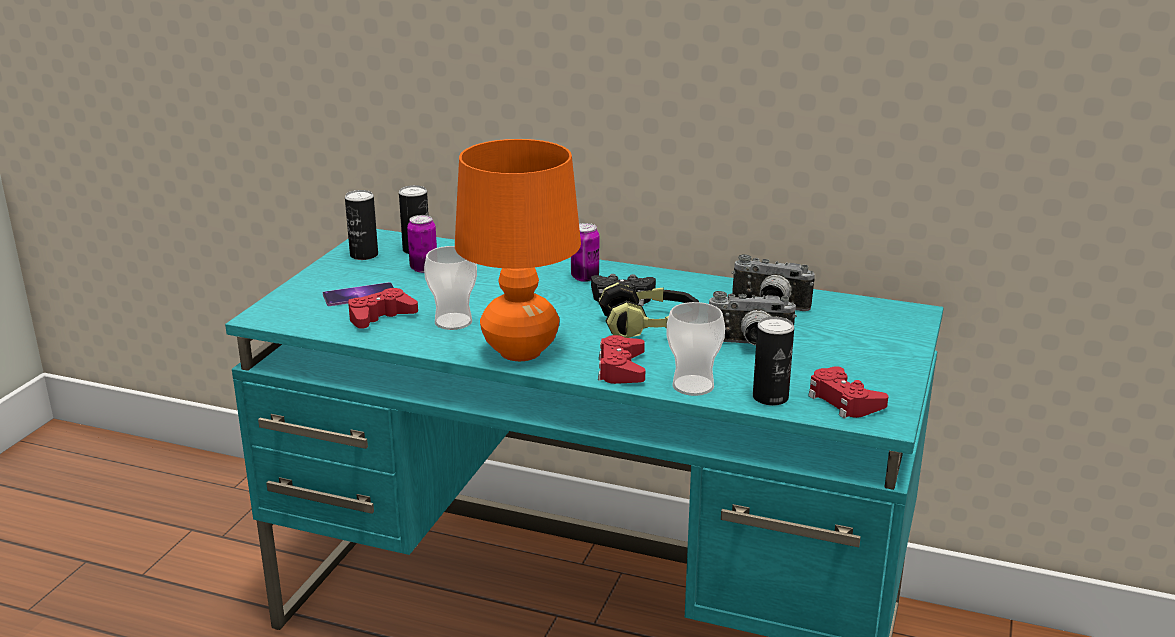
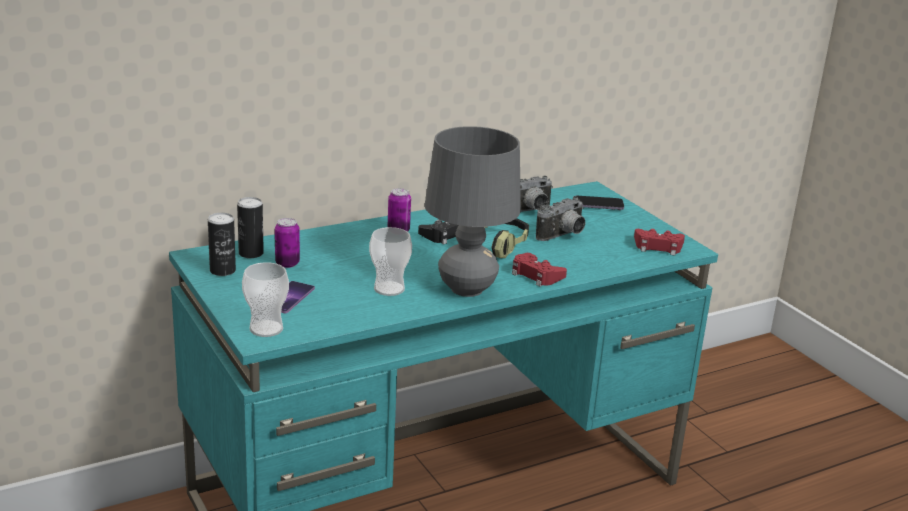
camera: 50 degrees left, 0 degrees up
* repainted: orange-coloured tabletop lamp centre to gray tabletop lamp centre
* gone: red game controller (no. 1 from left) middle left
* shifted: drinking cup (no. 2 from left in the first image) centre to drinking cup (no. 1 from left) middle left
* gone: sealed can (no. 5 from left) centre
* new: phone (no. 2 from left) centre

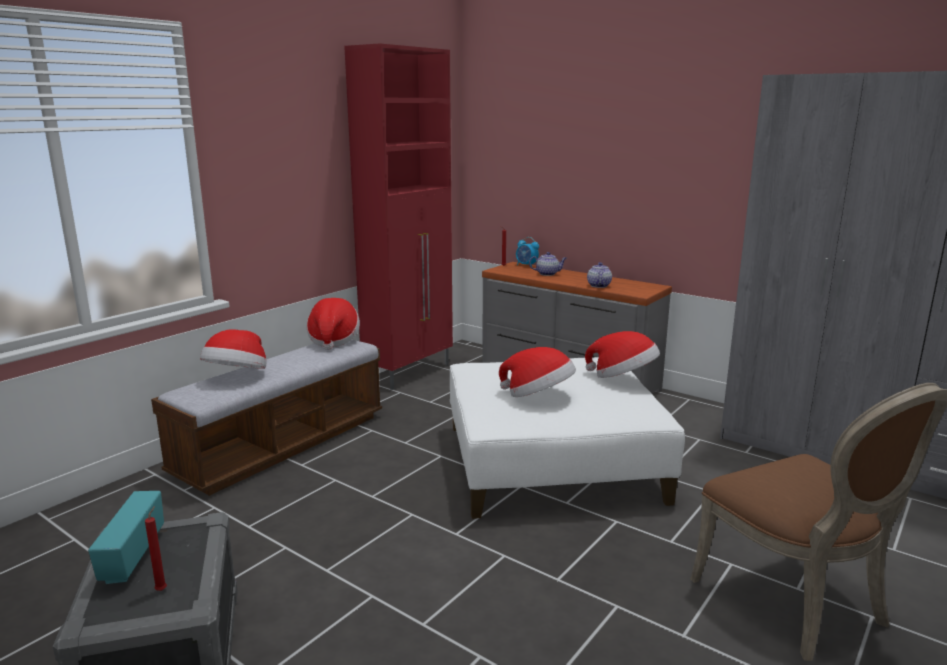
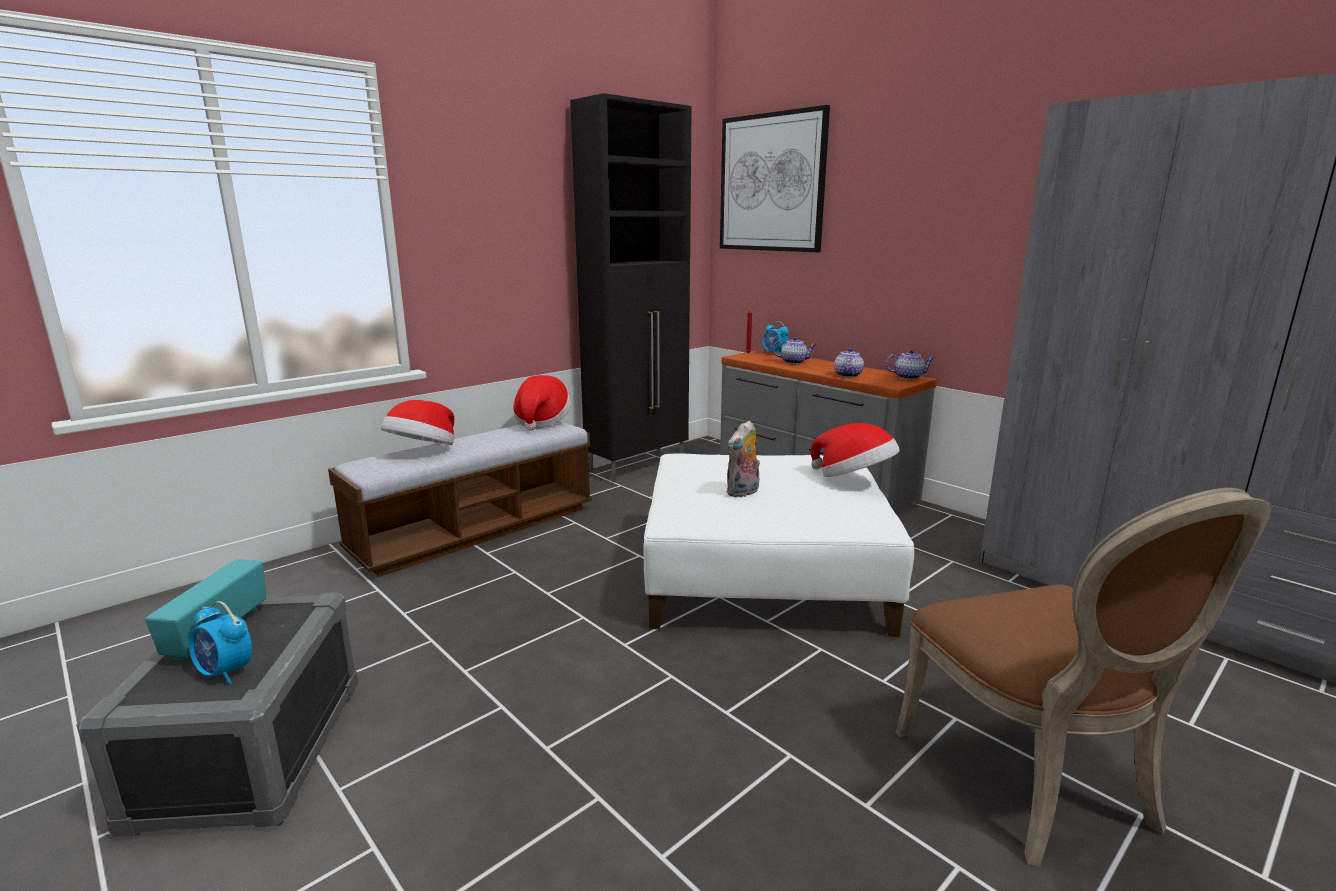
camera: 10 degrees right, 0 degrees up
* repainted: red cabinet top centre to blackish cabinet top centre
* swapped: wearable hat (no. 3 from left) centre to soft toy centre
* swapped: red candle (no. 1 from left) bottom left to bedside clock (no. 1 from left) bottom left
* new: wall picture top centre
* new: teapot (no. 3 from left) middle right

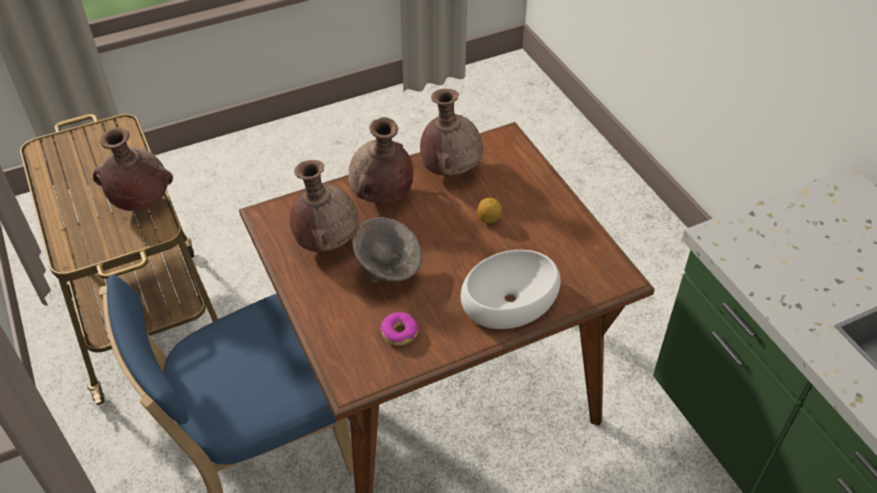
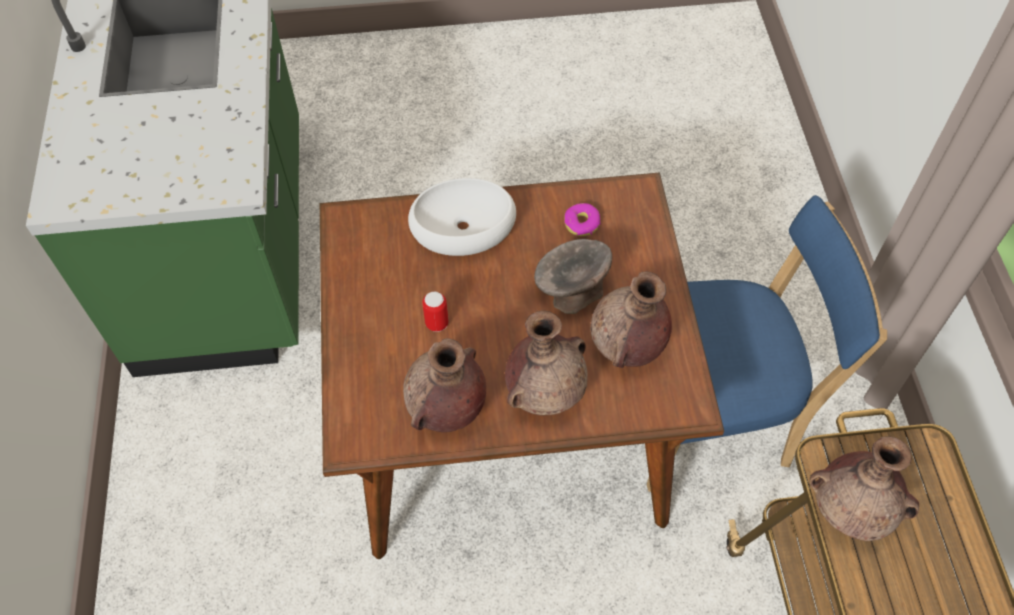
camera: 160 degrees left, 10 degrees up
* swapped: citrus fruit centre to sealed can centre

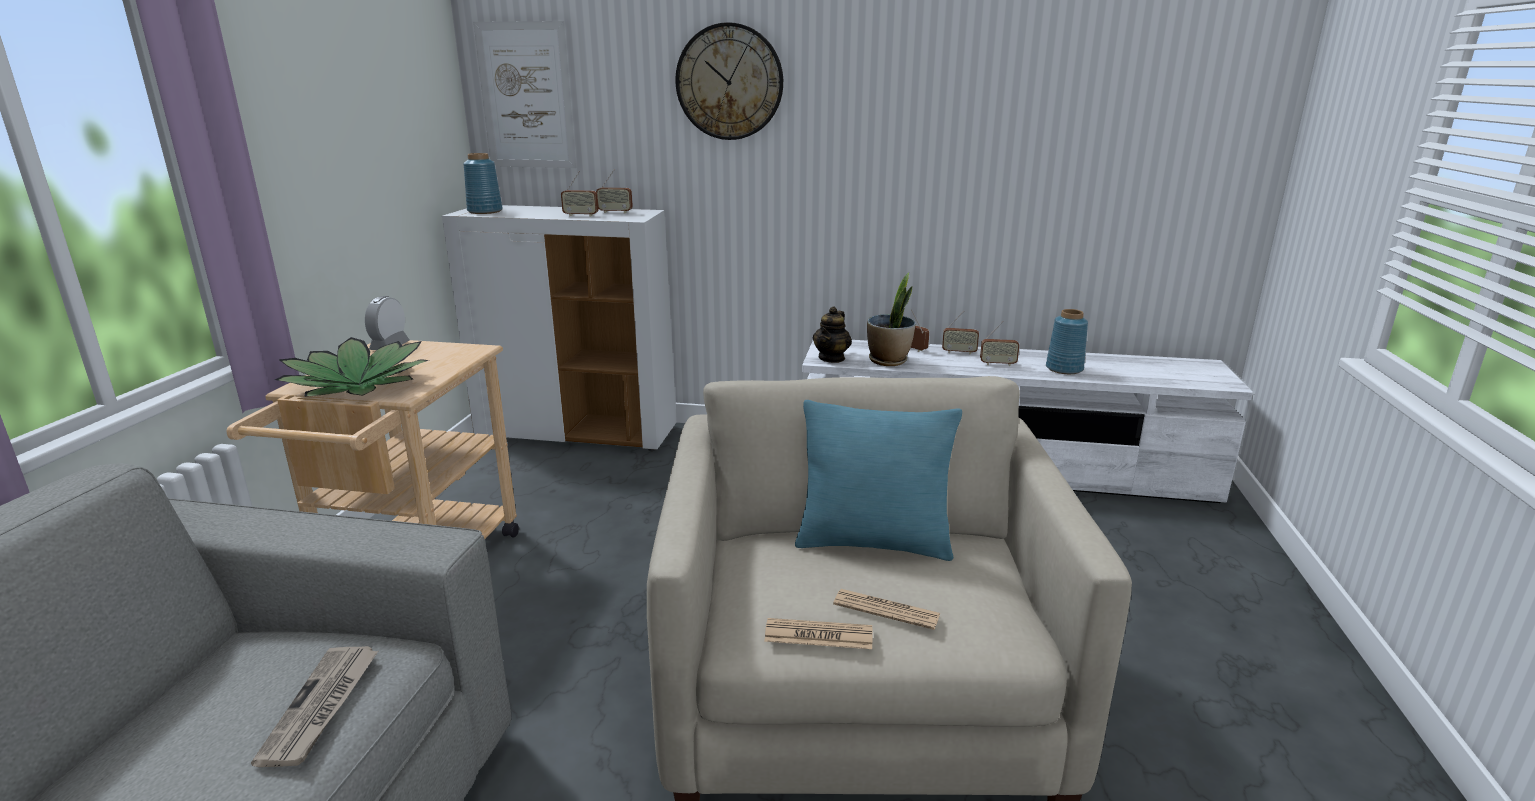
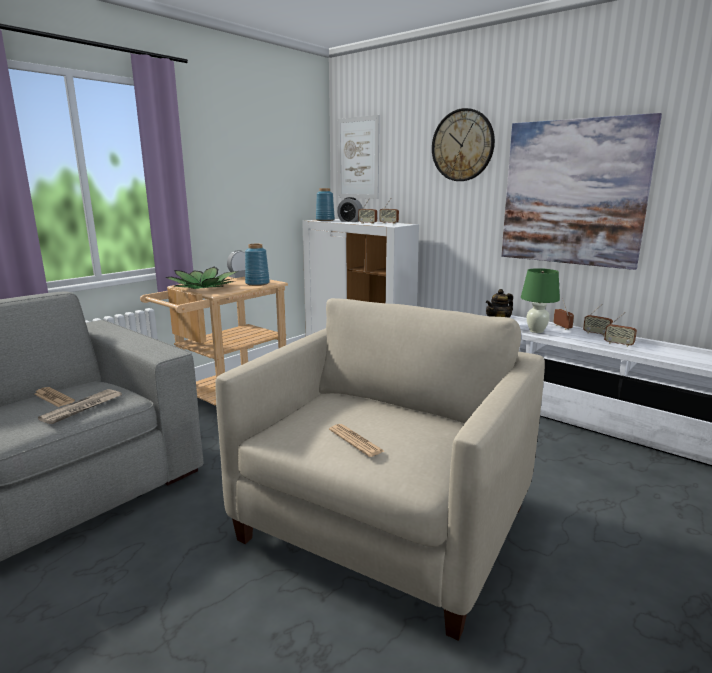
camera: 30 degrees right, 5 degrees down
* swapped: plant in a pot (no. 2 from left) centre to green tabletop lamp middle right
* shifted: bluish flower vase (no. 2 from left in the first image) middle right to bluish flower vase (no. 1 from left) centre
* gone: turquoise cushion centre
* shifted: daily paper (no. 2 from left in the first image) bottom centre to daily paper (no. 1 from left) middle left
* new: wall picture (no. 2 from left) top right
* new: bedside clock (no. 2 from left) top centre

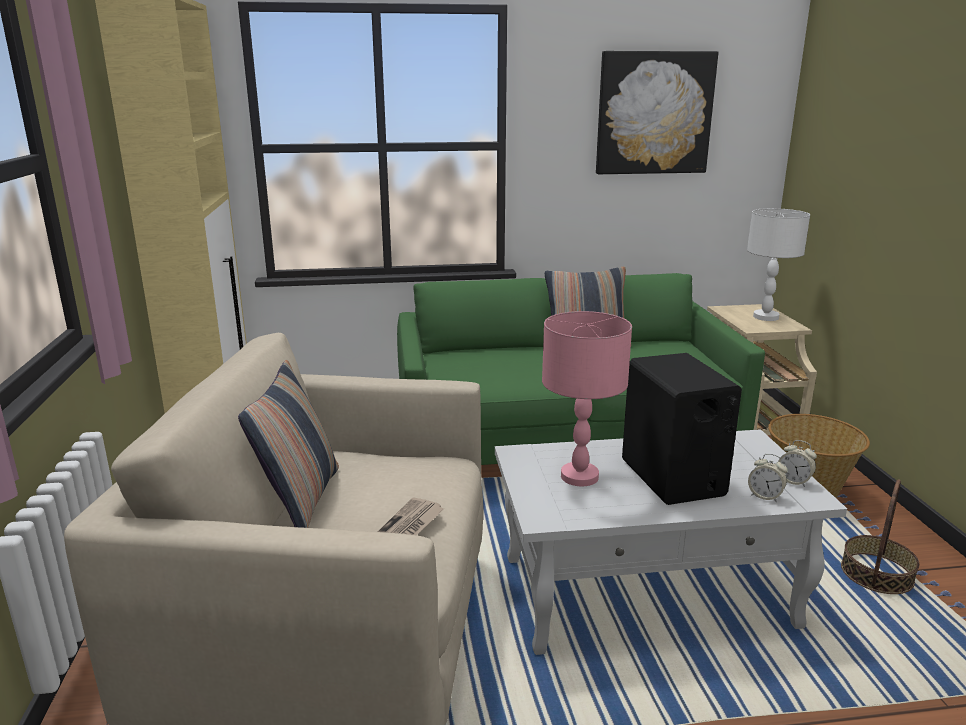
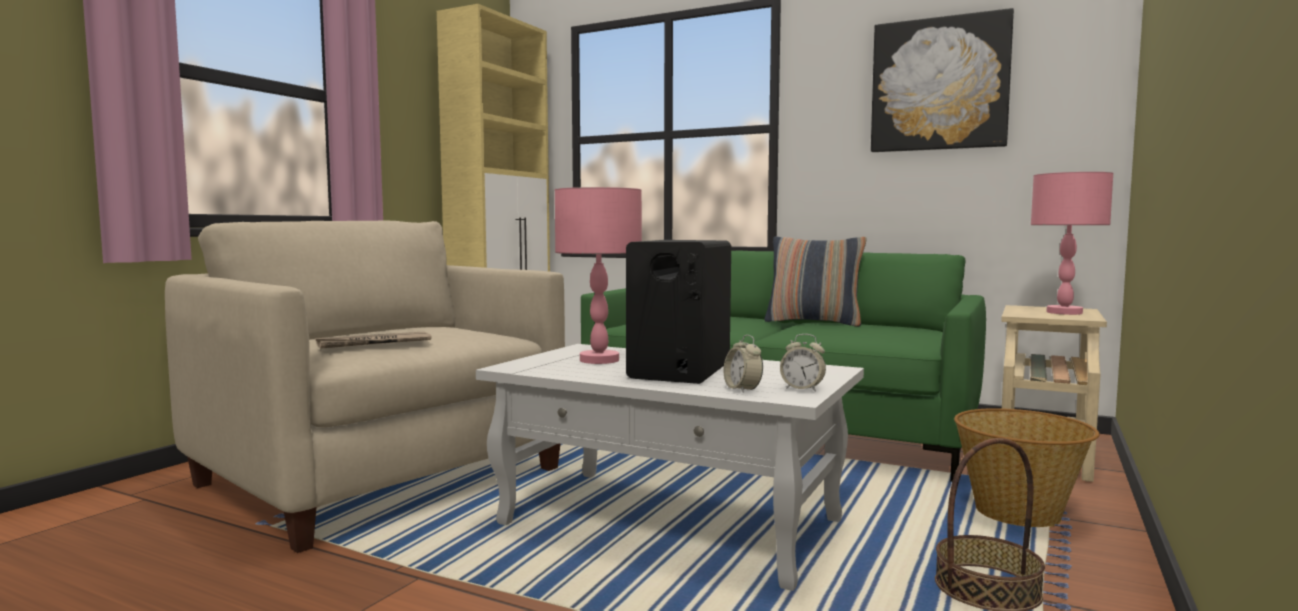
camera: 35 degrees right, 15 degrees down
* repainted: whitish tabletop lamp middle right to pink tabletop lamp (no. 2 from left) middle right
* gone: cushion (no. 1 from left) middle left
* rotated: bedside clock (no. 2 from left) middle right = centre 45 degrees counterclockwise

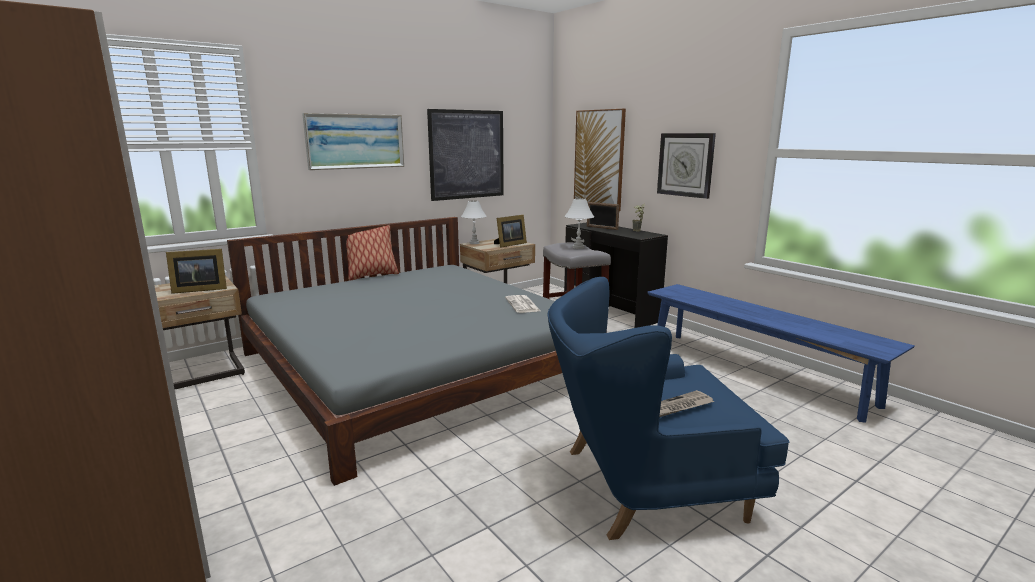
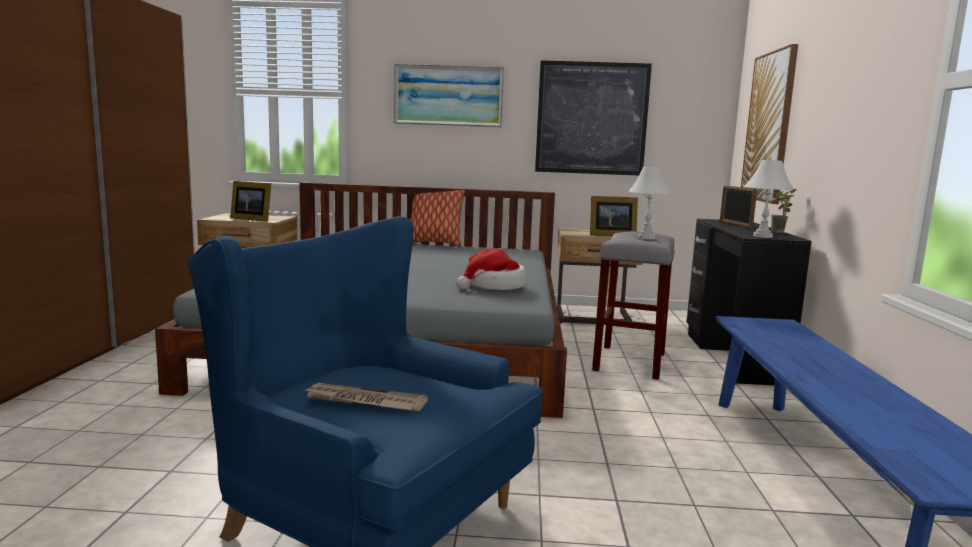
camera: 40 degrees right, 5 degrees down
* gone: clock on the wall top centre
* shifted: whitish tabletop lamp (no. 1 from left in the first image) centre to whitish tabletop lamp (no. 2 from left) middle right
* swapped: daily paper (no. 1 from left) centre to wearable hat centre

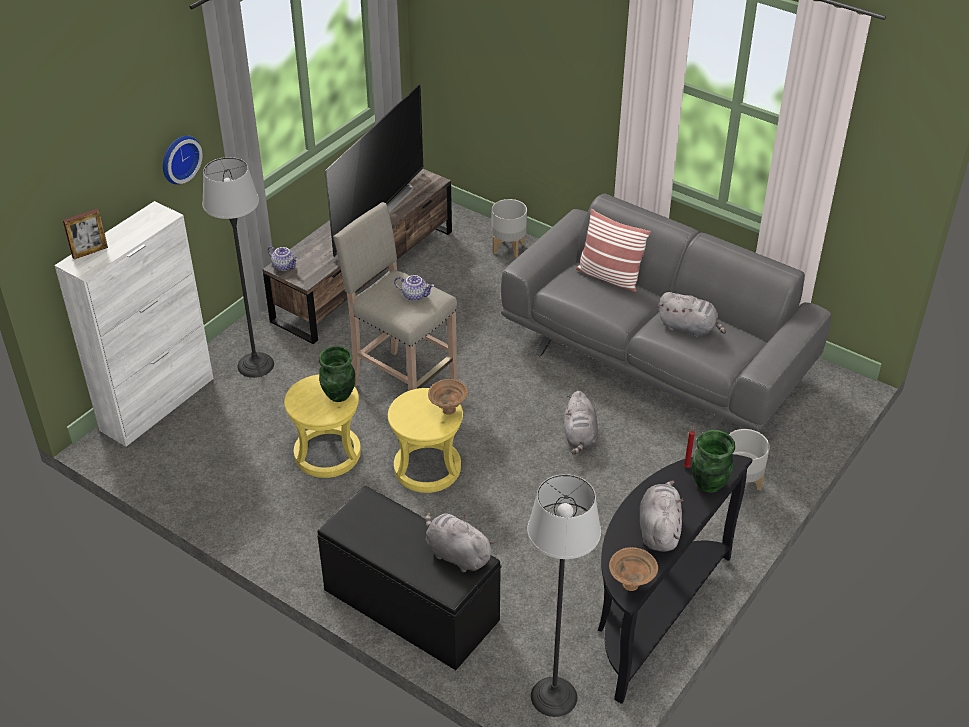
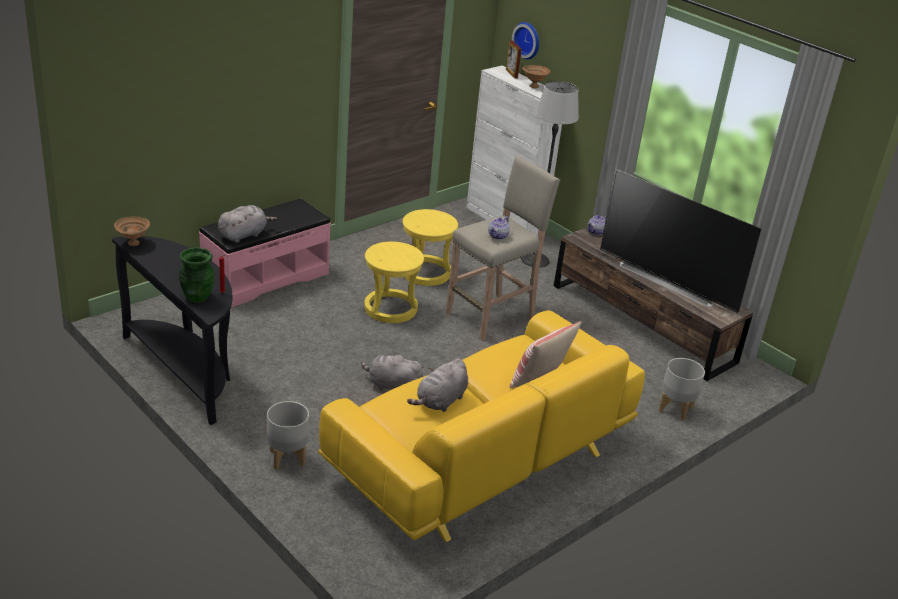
camera: 100 degrees right, 10 degrees down
* shifted: clock on the wall top left to top centre
* repainted: gray settee middle right to yellow-coloured settee bottom centre
* gone: green flower vase (no. 1 from left) centre
* shifted: brownish bowl (no. 1 from left in the first image) centre to brownish bowl (no. 2 from left) top centre
* gone: floor lamp (no. 2 from left) bottom centre
* gone: gray soft toy (no. 3 from left) bottom right
* repainted: blackish indoor bench bottom centre to pink indoor bench middle left

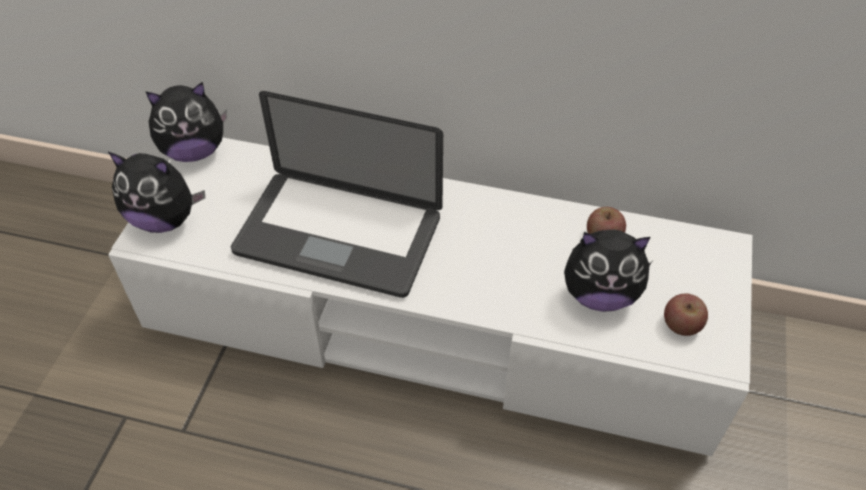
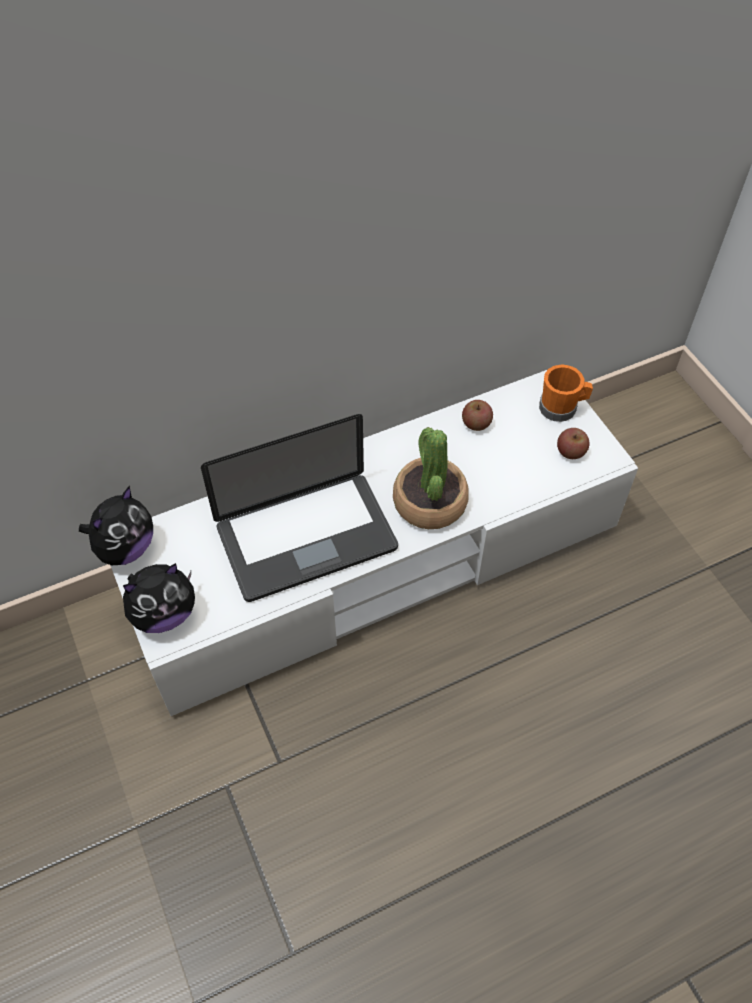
camera: 40 degrees left, 5 degrees up
* gone: soft toy (no. 3 from left) middle right
* new: orange-coloured tea mug middle right
* new: plant in a pot centre

